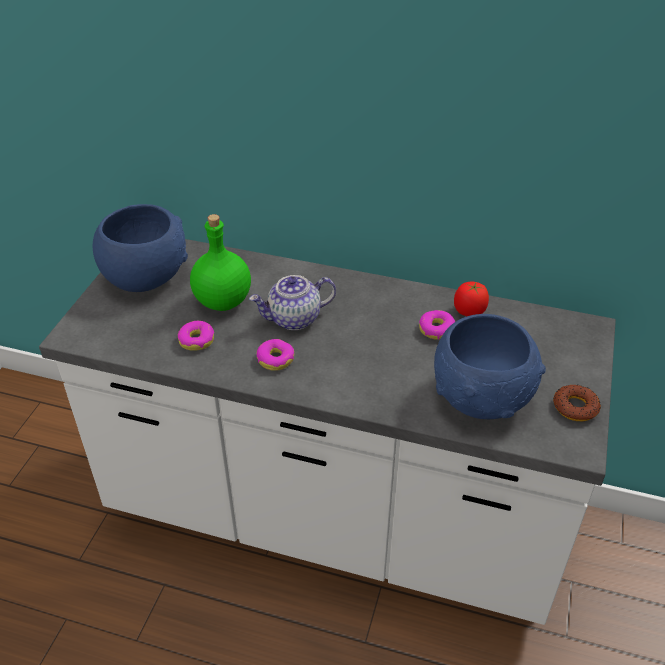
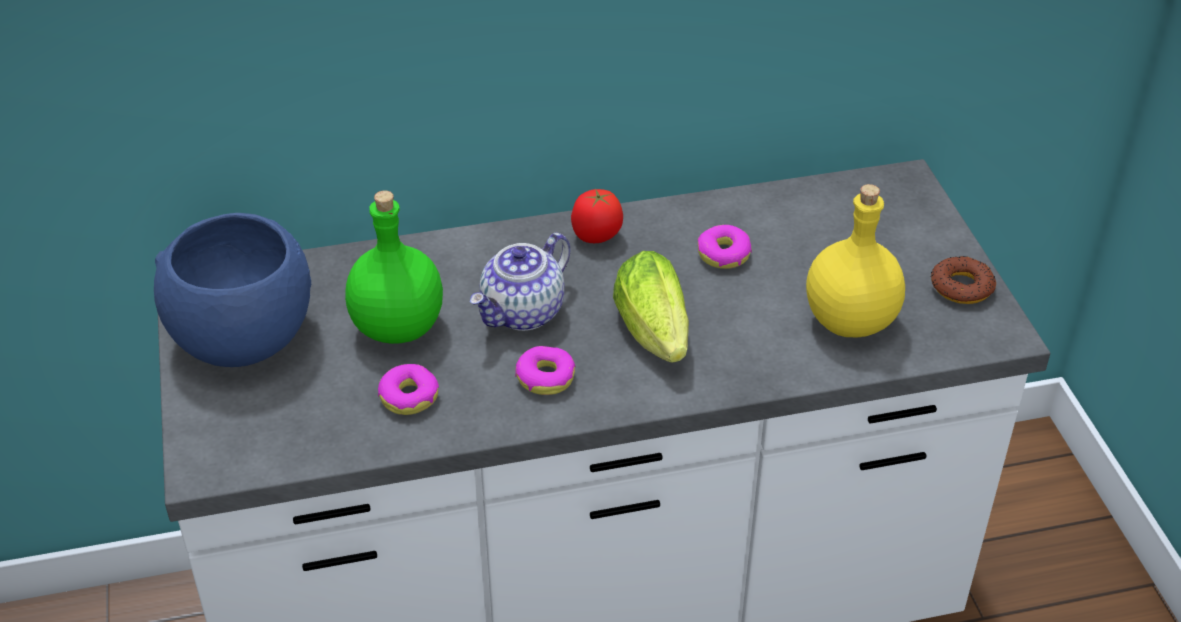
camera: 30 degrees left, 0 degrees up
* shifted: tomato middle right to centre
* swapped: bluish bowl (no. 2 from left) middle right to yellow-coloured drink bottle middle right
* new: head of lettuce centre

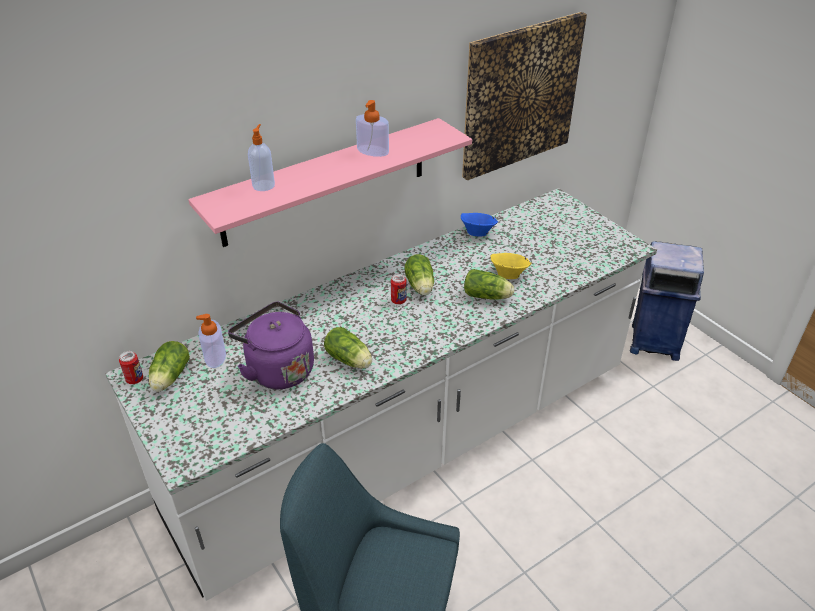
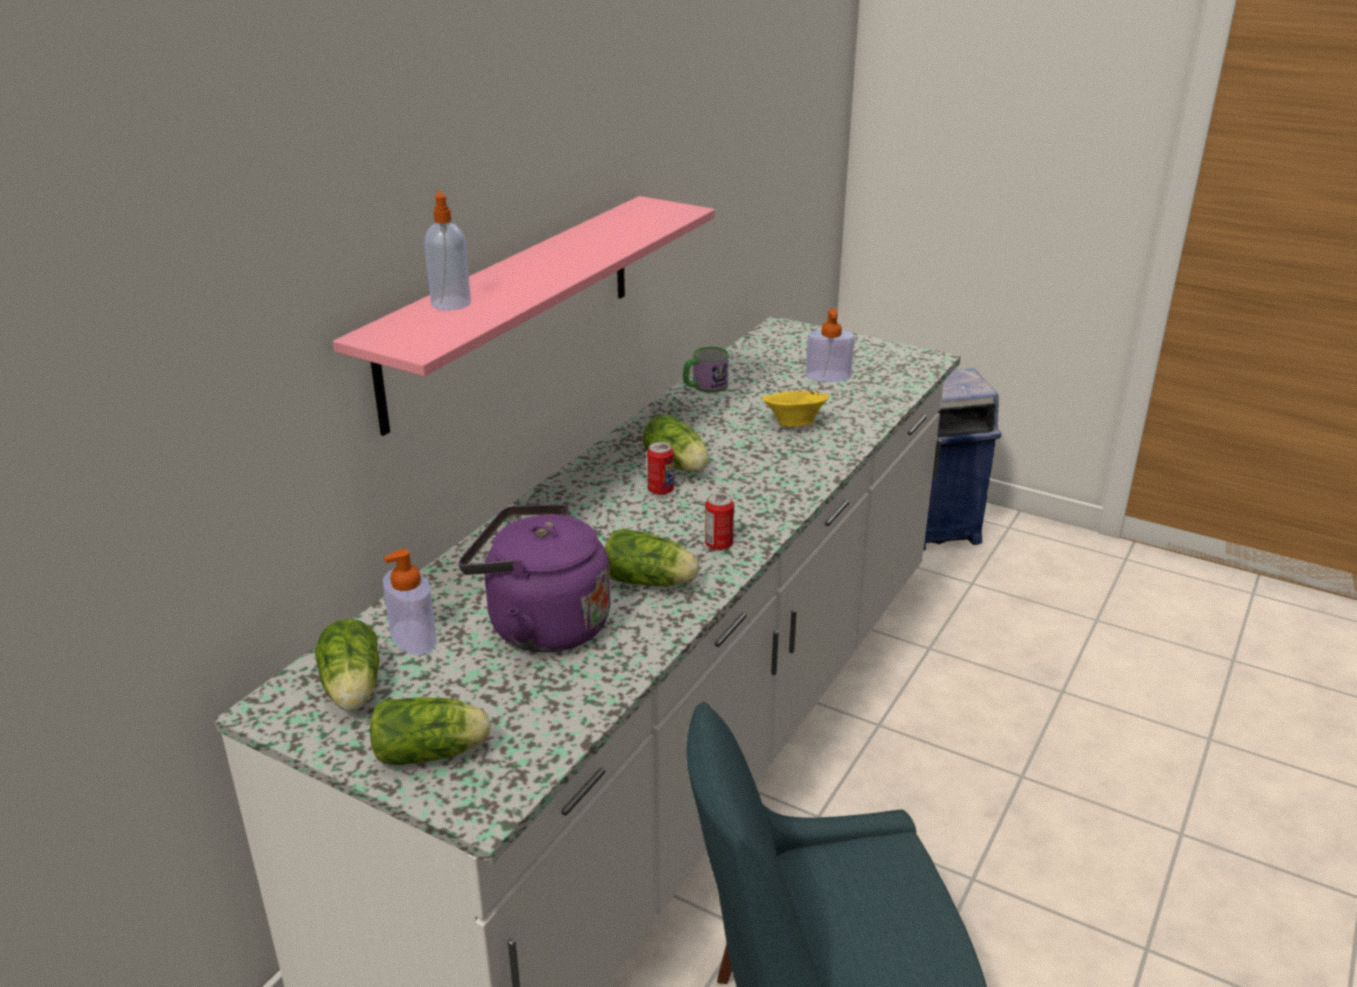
camera: 25 degrees left, 10 degrees down
* gone: wall picture top centre
* shifted: soap bottle (no. 3 from left) top centre to centre
* swapped: bluish bowl centre to tea mug centre
* shifted: head of lettuce (no. 4 from left in the first image) centre to head of lettuce (no. 2 from left) bottom left
* shifted: sealed can (no. 1 from left in the first image) middle left to sealed can (no. 2 from left) centre

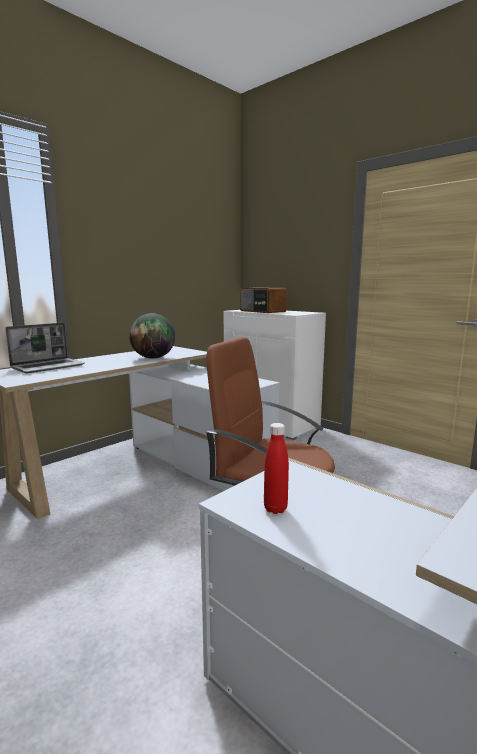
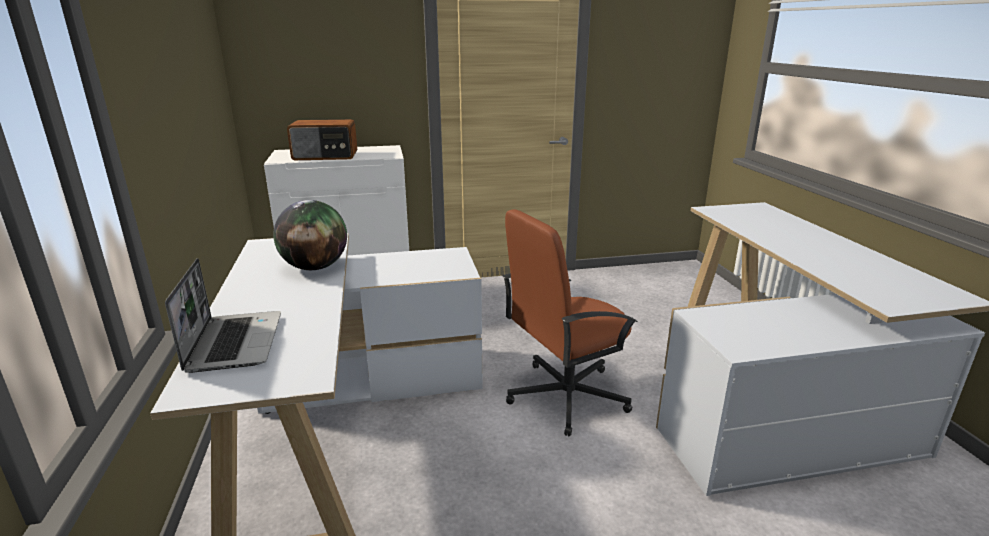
camera: 55 degrees left, 10 degrees up
* gone: red drink bottle centre

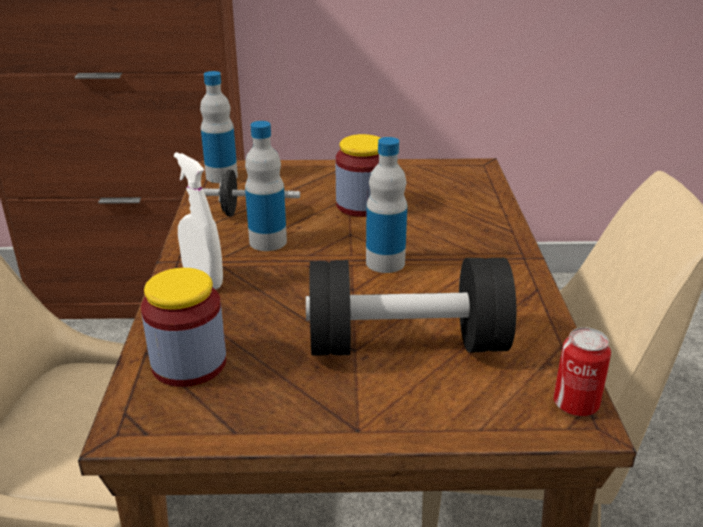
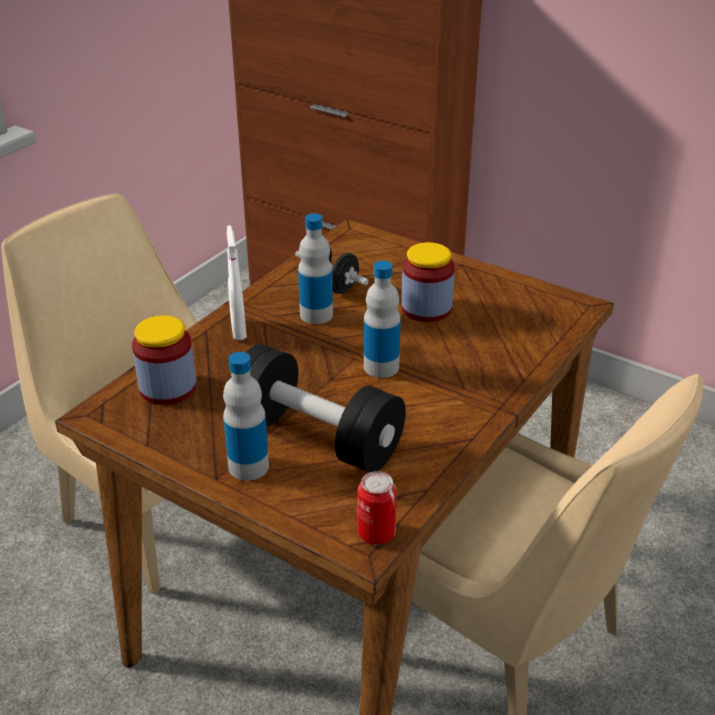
camera: 35 degrees right, 5 degrees up
* shifted: drink bottle (no. 1 from left) top left to centre

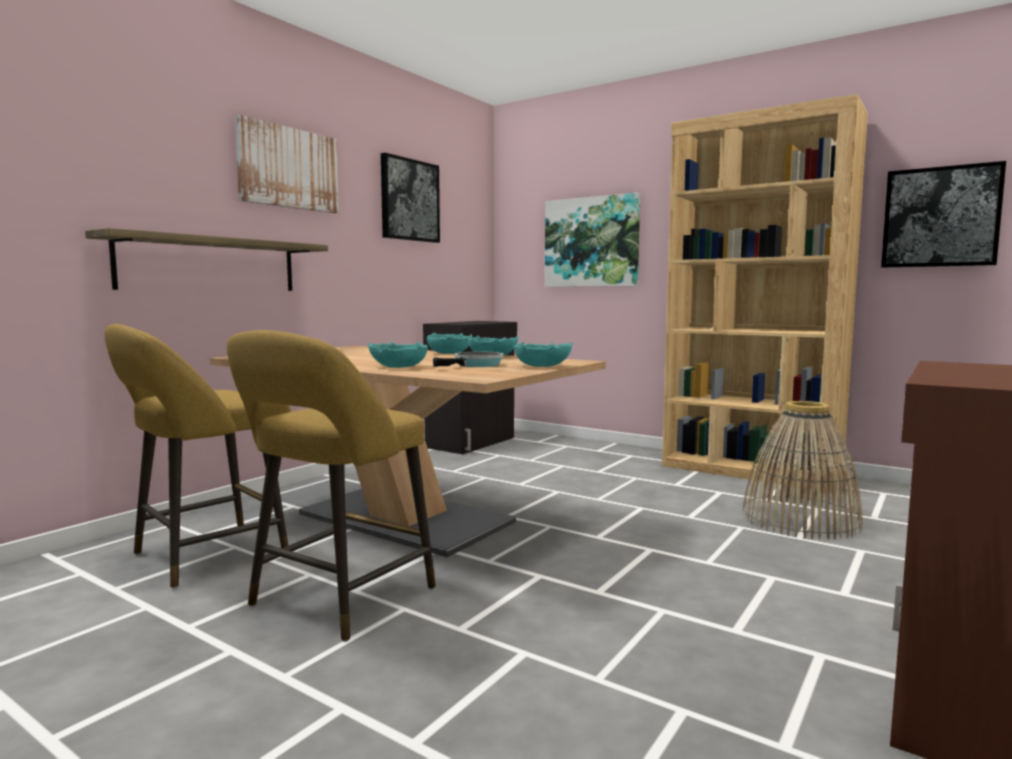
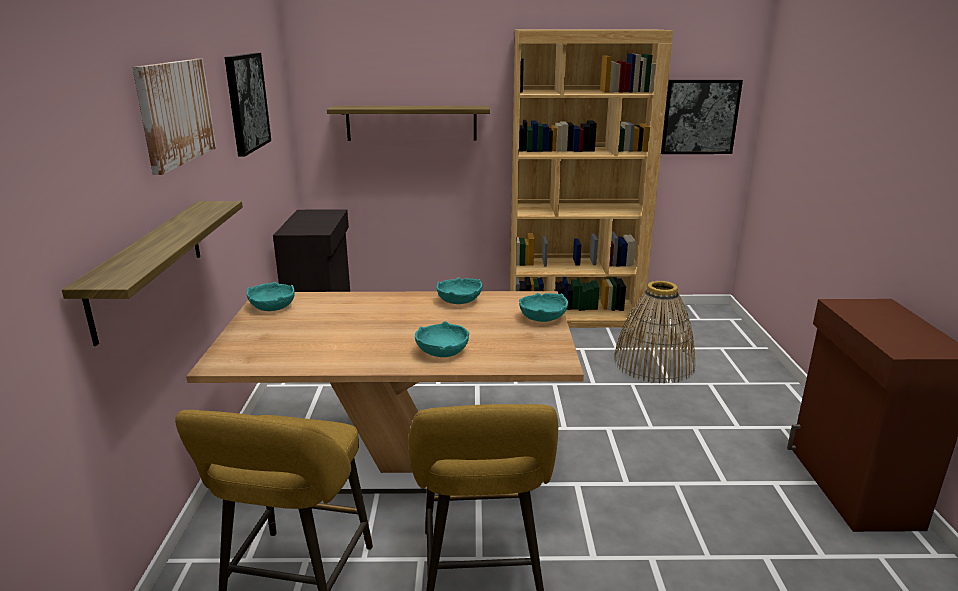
camera: 35 degrees left, 15 degrees up
* swapped: wall picture (no. 3 from left) top centre to shelf (no. 2 from left) top centre
* shifted: turquoise bowl (no. 2 from left in the first image) centre to turquoise bowl (no. 1 from left) middle left
* gone: frying pan centre

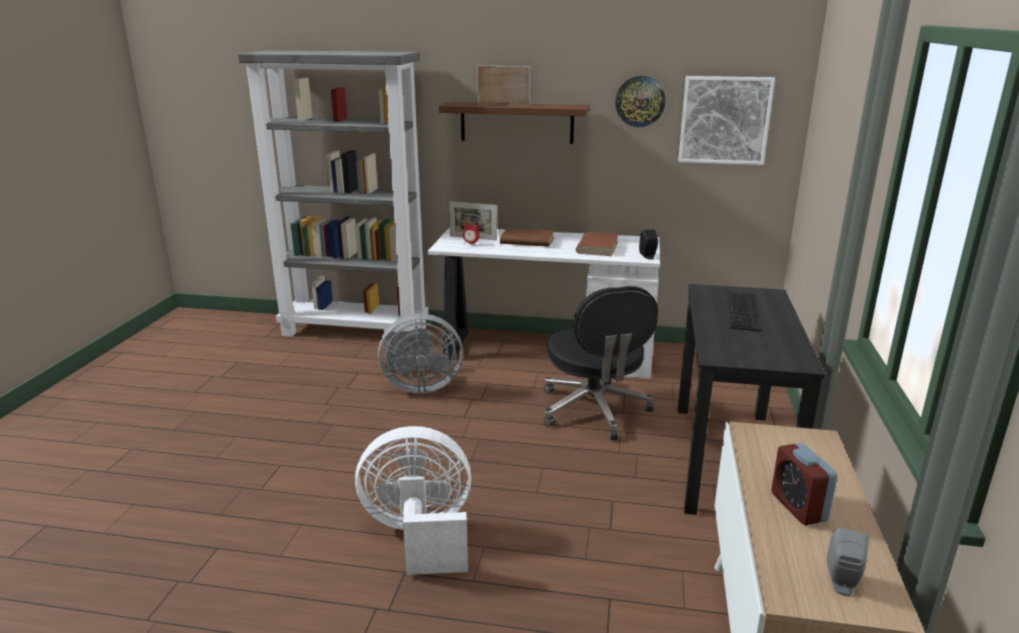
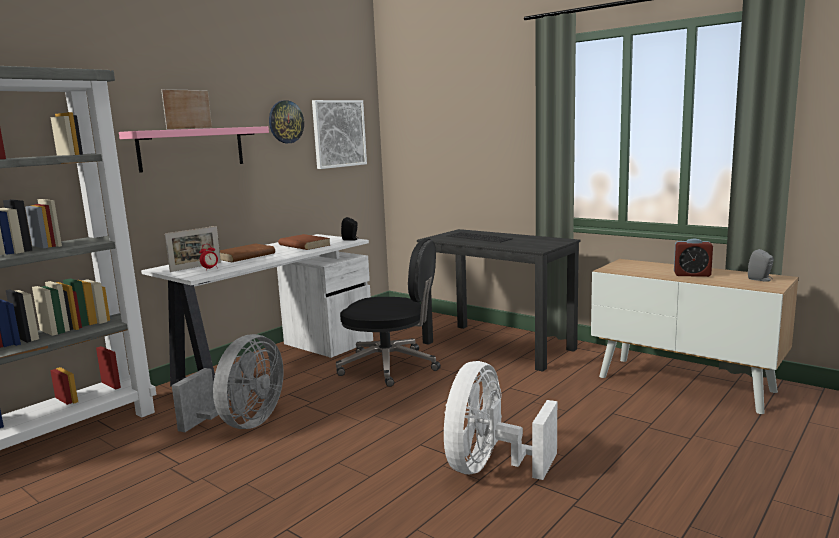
camera: 60 degrees left, 10 degrees down
* repainted: brownish shelf top centre to pink shelf top left

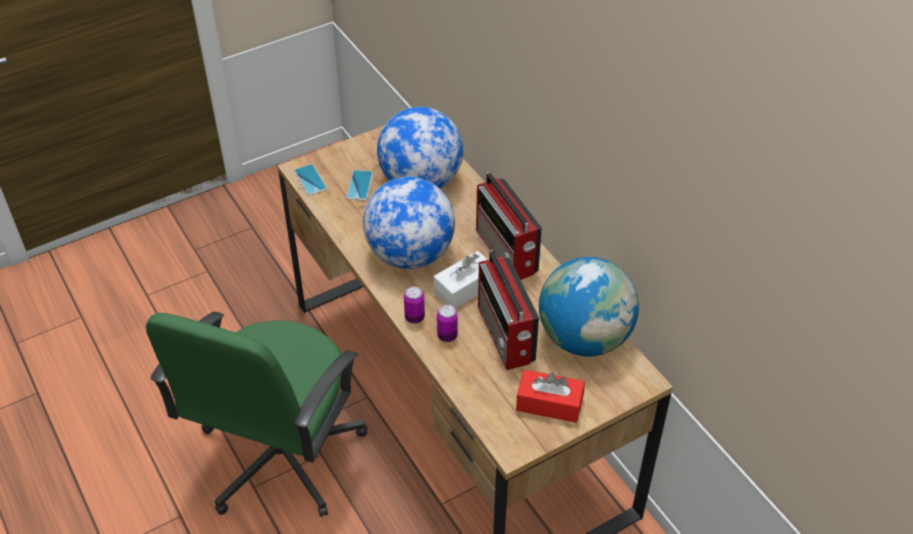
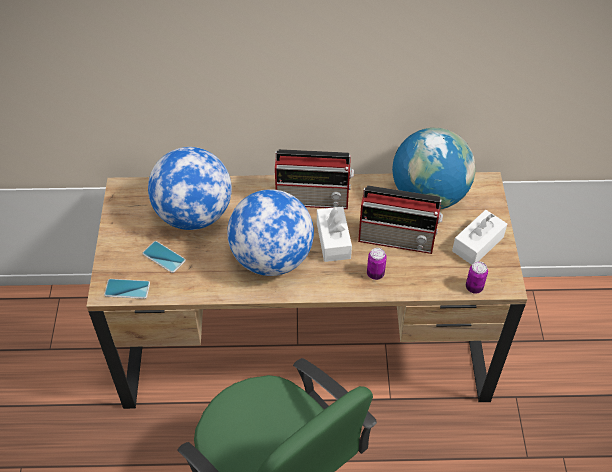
camera: 60 degrees left, 5 degrees up
* shifted: sealed can (no. 1 from left in the first image) centre to sealed can (no. 2 from left) middle right
* repainted: red box of tissues bottom centre to whitish box of tissues (no. 2 from left) middle right

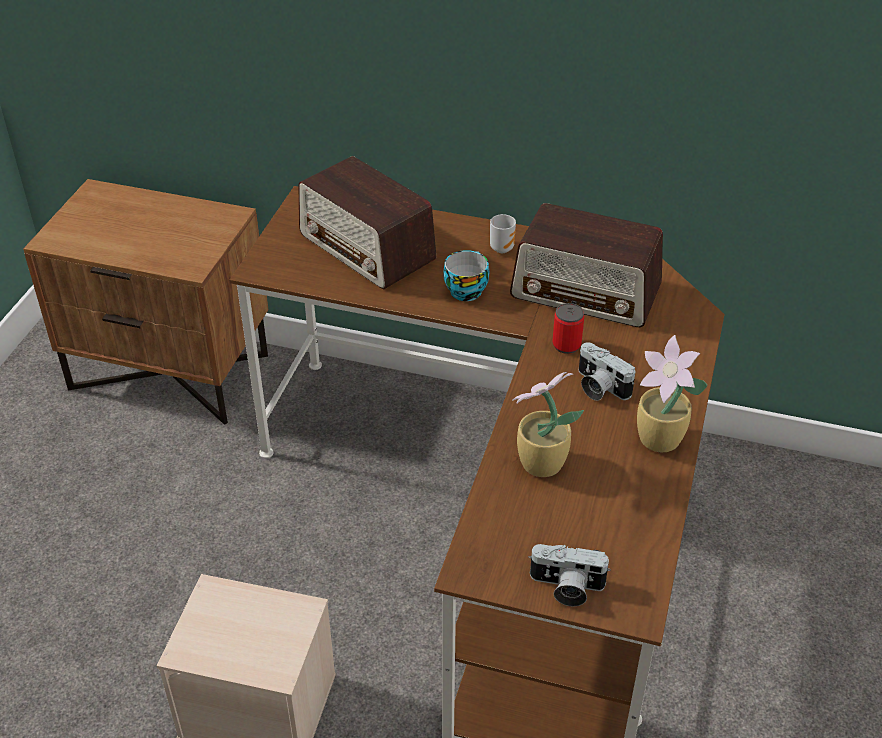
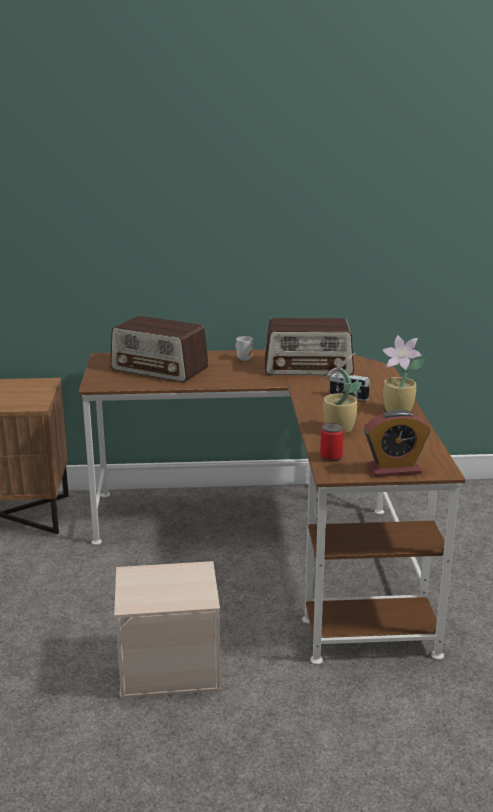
camera: 20 degrees left, 20 degrees down
* gone: drinking cup centre
* shifted: sealed can centre to middle right
* swapped: still camera (no. 1 from left) bottom centre to bedside clock middle right

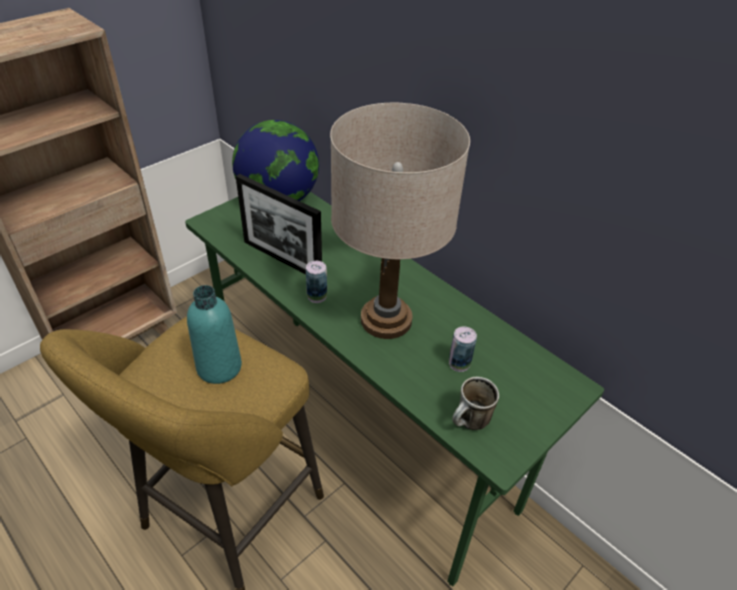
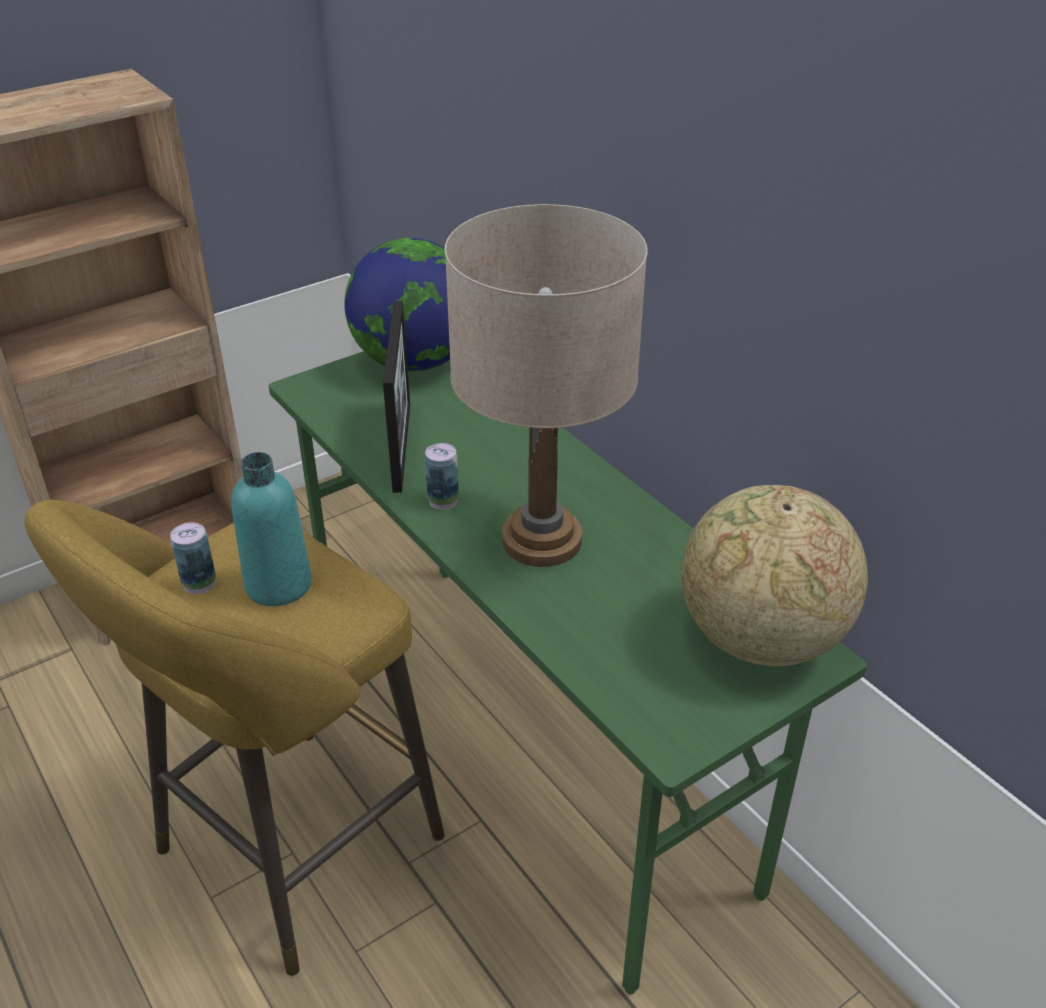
camera: 10 degrees right, 5 degrees down
* rotated: picture frame centre = centre 135 degrees counterclockwise
* shifted: sealed can (no. 2 from left in the first image) centre to sealed can (no. 1 from left) middle left
* gone: tea mug bottom centre
* new: globe (no. 2 from left) middle right

